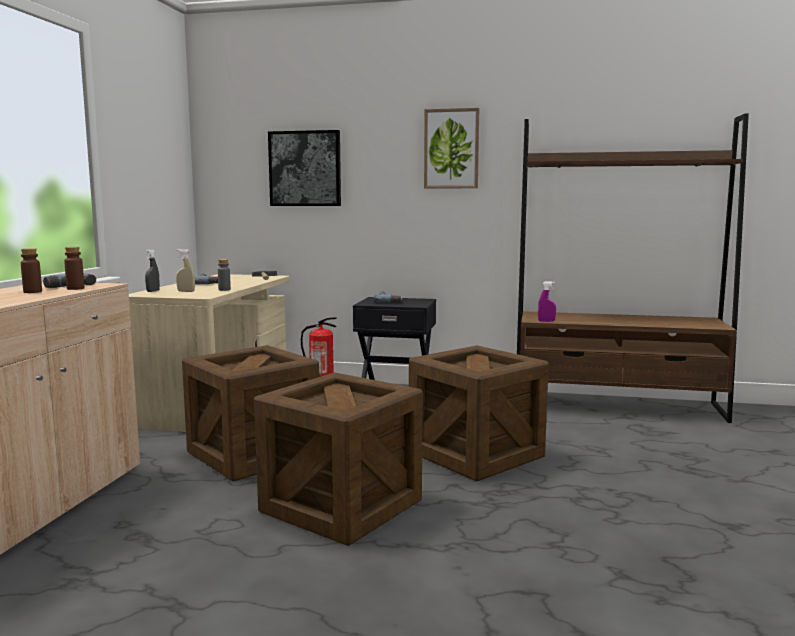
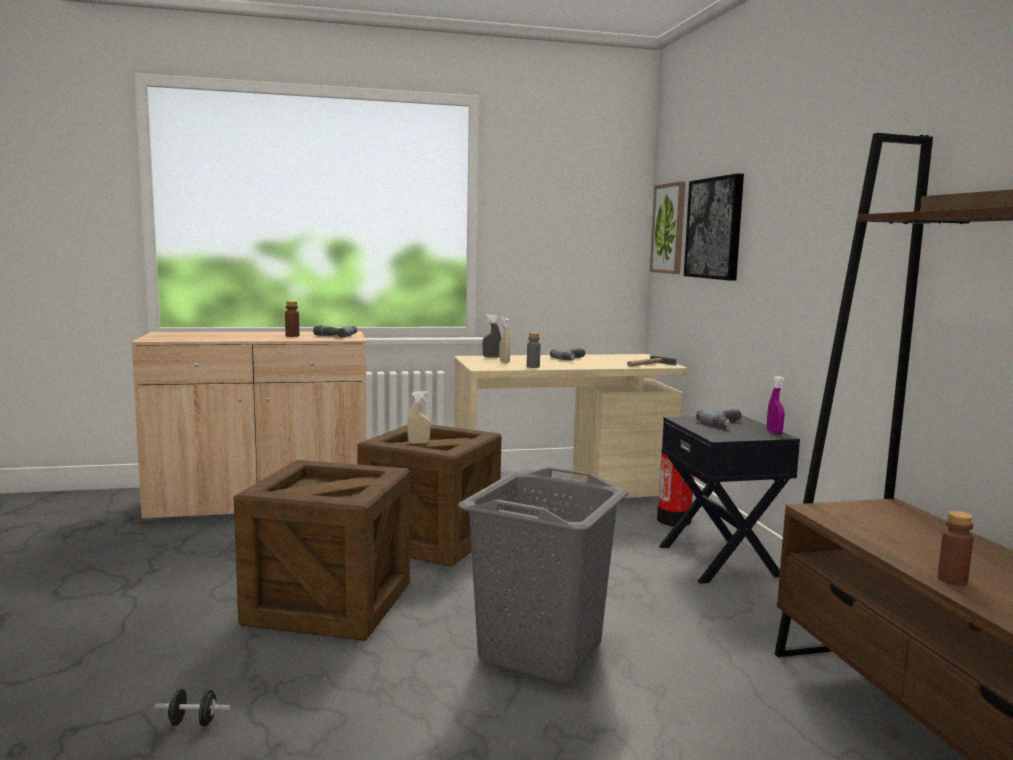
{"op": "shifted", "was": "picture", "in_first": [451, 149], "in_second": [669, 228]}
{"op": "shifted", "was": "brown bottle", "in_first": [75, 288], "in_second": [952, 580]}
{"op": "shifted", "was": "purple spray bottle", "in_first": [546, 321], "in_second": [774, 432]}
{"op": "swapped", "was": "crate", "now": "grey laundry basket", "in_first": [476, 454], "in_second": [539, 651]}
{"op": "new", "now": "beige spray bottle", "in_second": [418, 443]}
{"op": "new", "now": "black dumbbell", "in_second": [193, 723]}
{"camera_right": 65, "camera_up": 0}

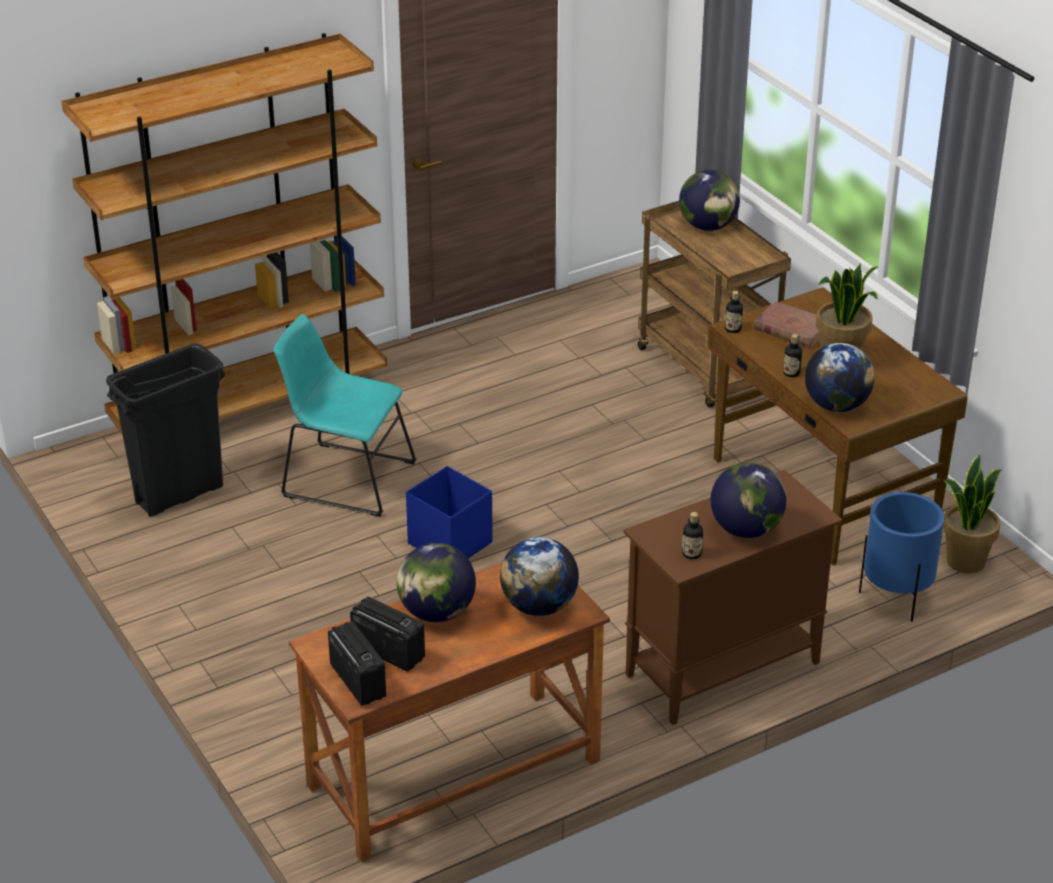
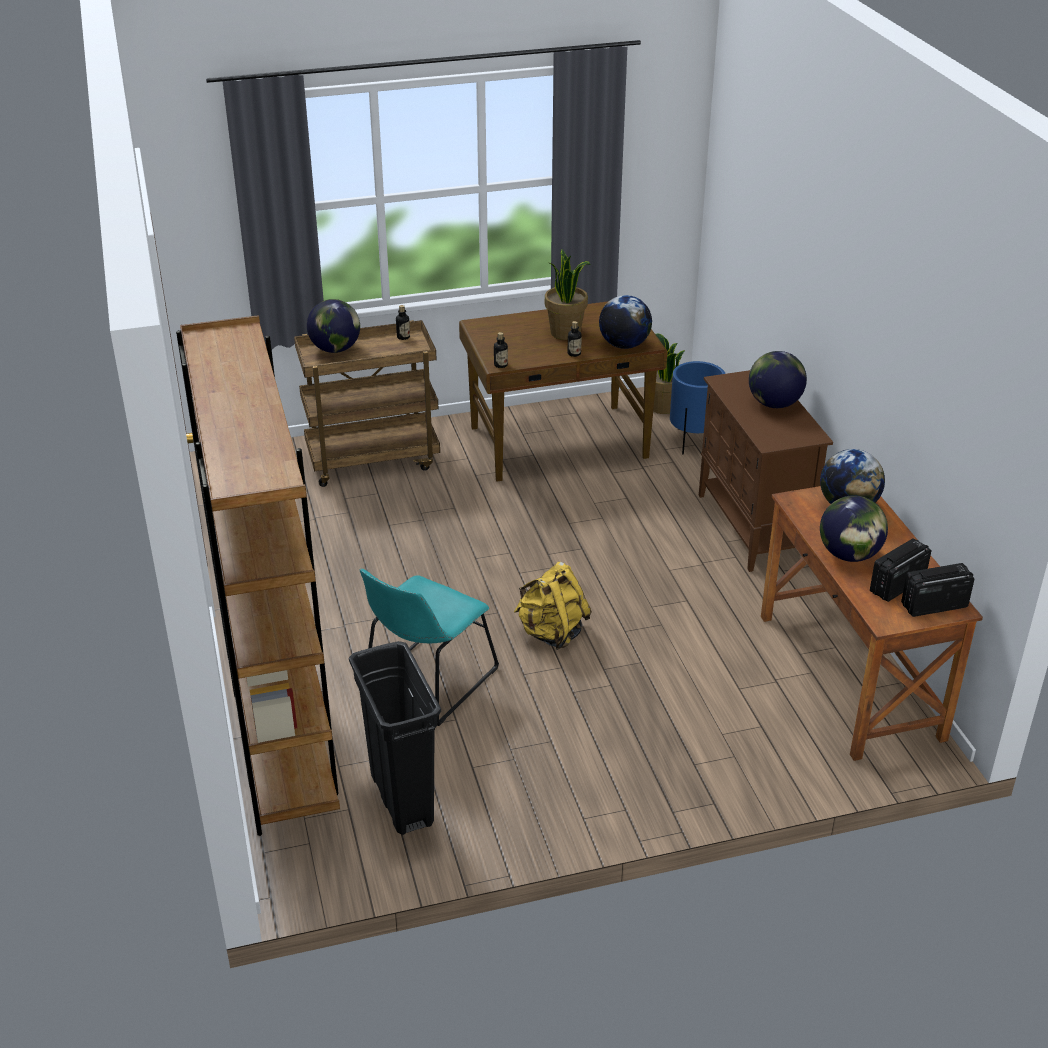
{"op": "gone", "was": "brown book", "in_first": [791, 328]}
{"op": "swapped", "was": "blue storage box", "now": "yellow backpack", "in_first": [449, 542], "in_second": [552, 633]}
{"op": "shifted", "was": "bottle", "in_first": [691, 554], "in_second": [403, 337]}
{"camera_right": -75, "camera_up": 0}

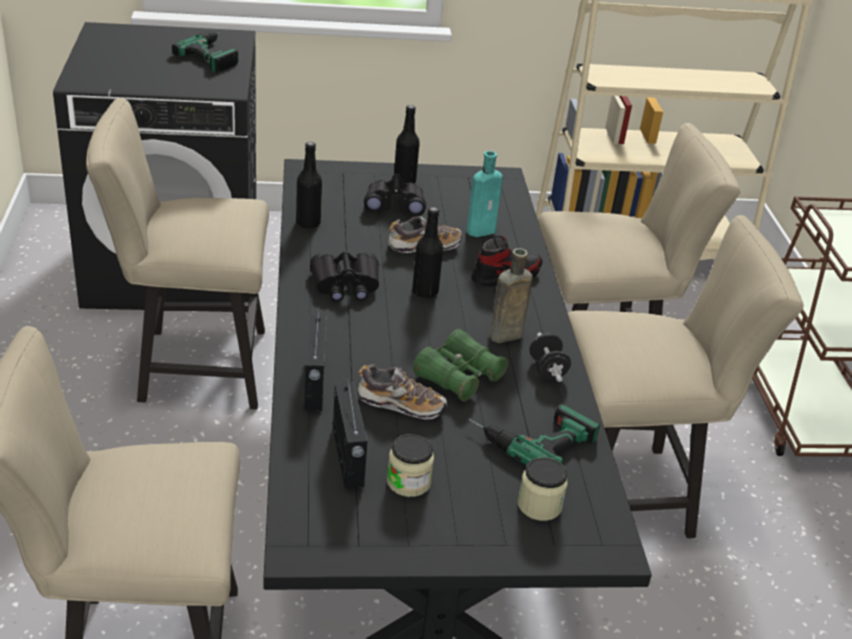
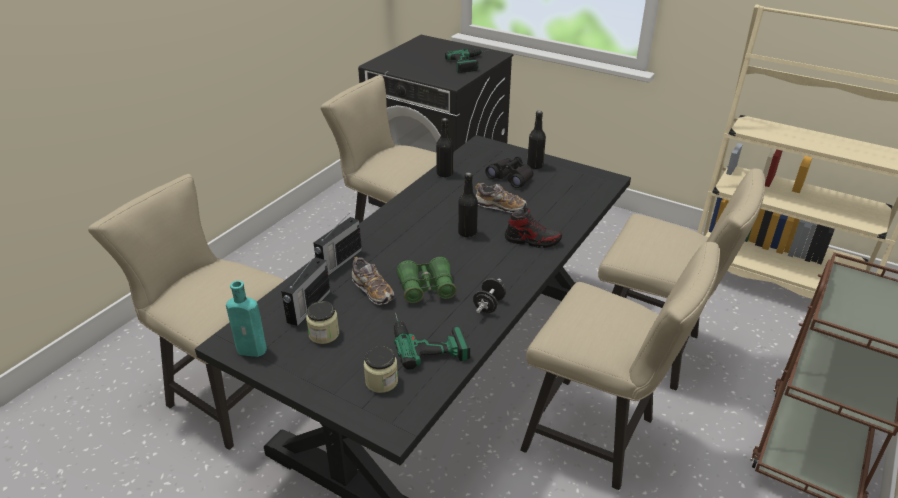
{"op": "shifted", "was": "turquoise bottle", "in_first": [483, 230], "in_second": [253, 350]}
{"op": "gone", "was": "brown bottle", "in_first": [503, 336]}
{"op": "gone", "was": "black binoculars", "in_first": [345, 285]}
{"camera_right": 40, "camera_up": 0}

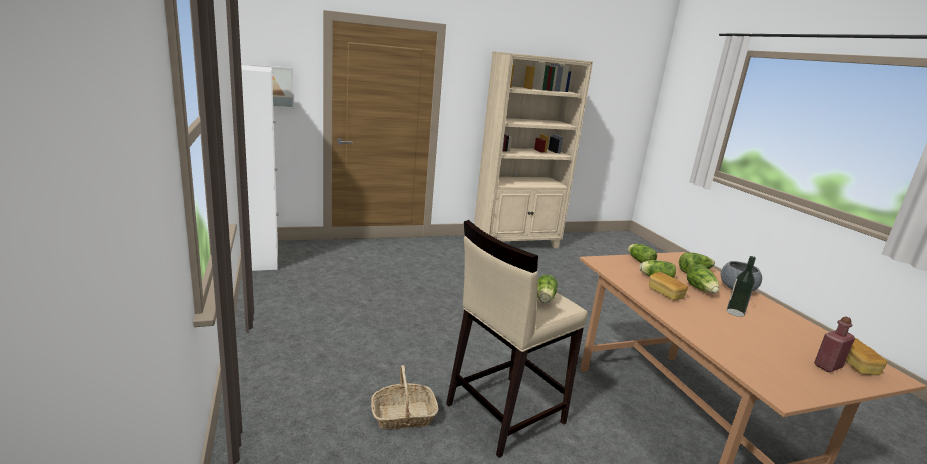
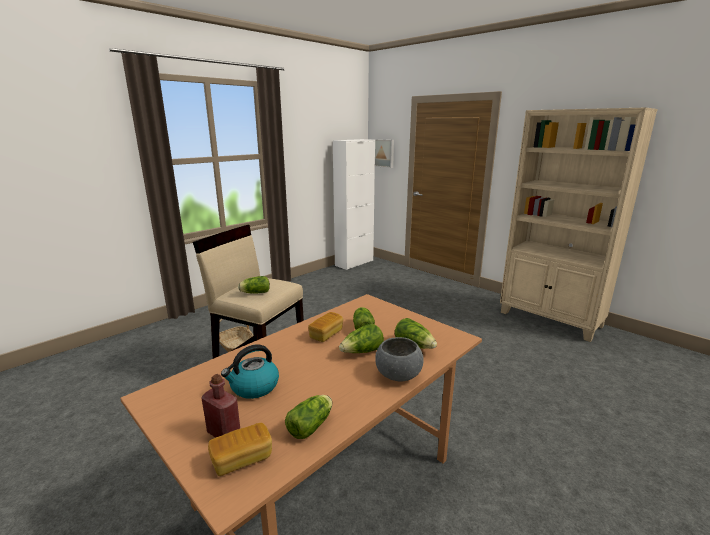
{"op": "shifted", "was": "lettuce", "in_first": [639, 260], "in_second": [312, 425]}
{"op": "gone", "was": "bottle", "in_first": [735, 312]}
{"op": "new", "now": "kettle", "in_second": [254, 387]}
{"camera_right": 65, "camera_up": 0}

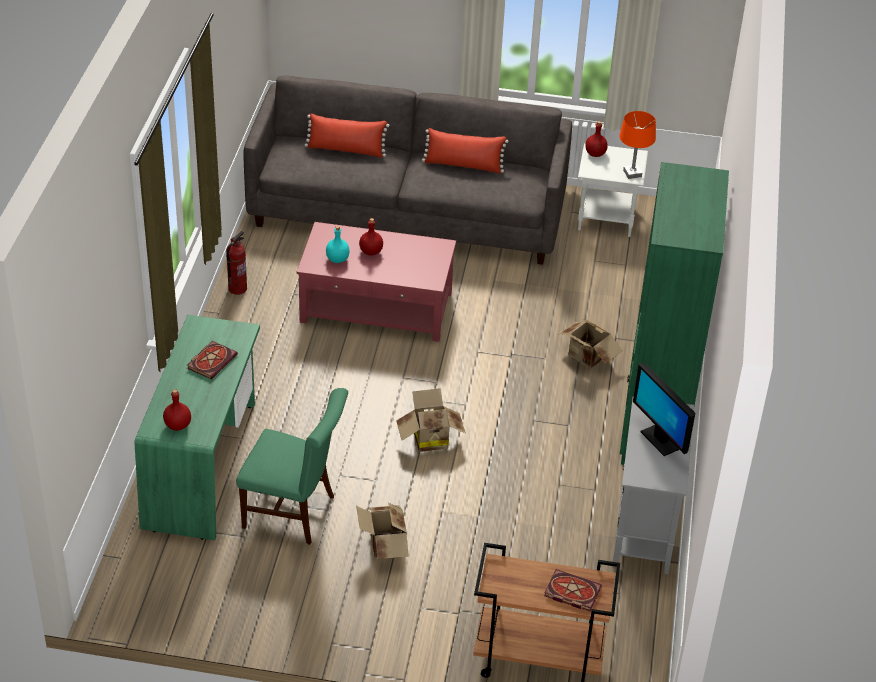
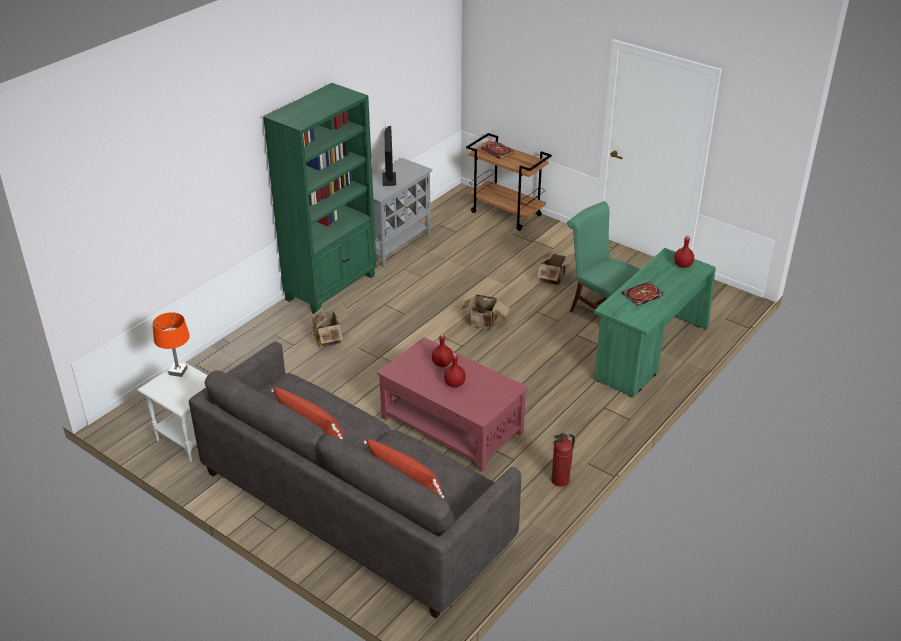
{"op": "shifted", "was": "red bottle", "in_first": [595, 153], "in_second": [442, 364]}
{"op": "gone", "was": "turquoise bottle", "in_first": [337, 259]}
{"camera_right": -150, "camera_up": -5}

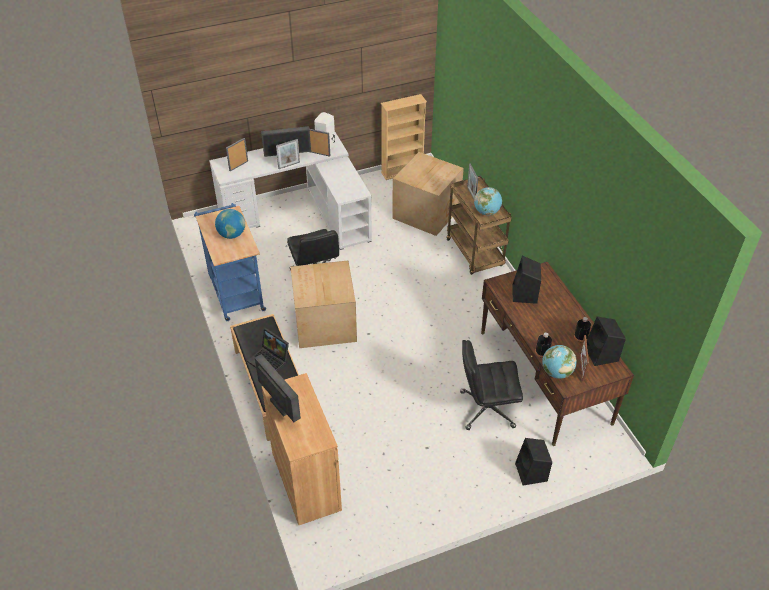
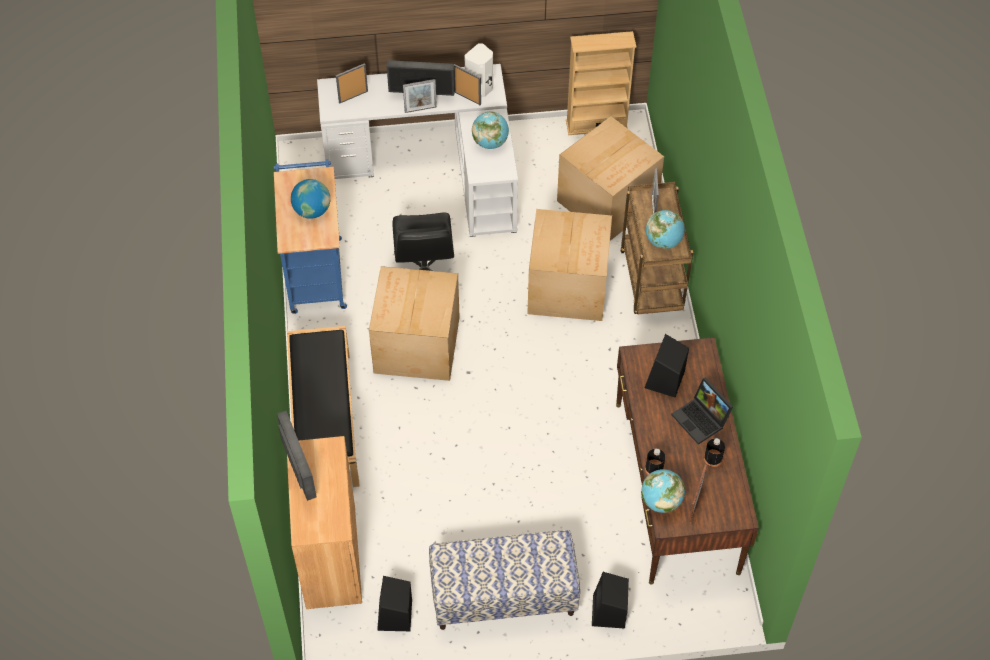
{"op": "shifted", "was": "black speaker", "in_first": [602, 354], "in_second": [395, 616]}
{"op": "shifted", "was": "laptop", "in_first": [270, 360], "in_second": [701, 420]}
{"op": "gone", "was": "black office chair", "in_first": [486, 409]}
{"op": "new", "now": "globe", "in_second": [490, 142]}
{"op": "new", "now": "cardboard box", "in_second": [569, 286]}
{"op": "new", "now": "bench", "in_second": [503, 596]}
{"camera_right": 15, "camera_up": 10}

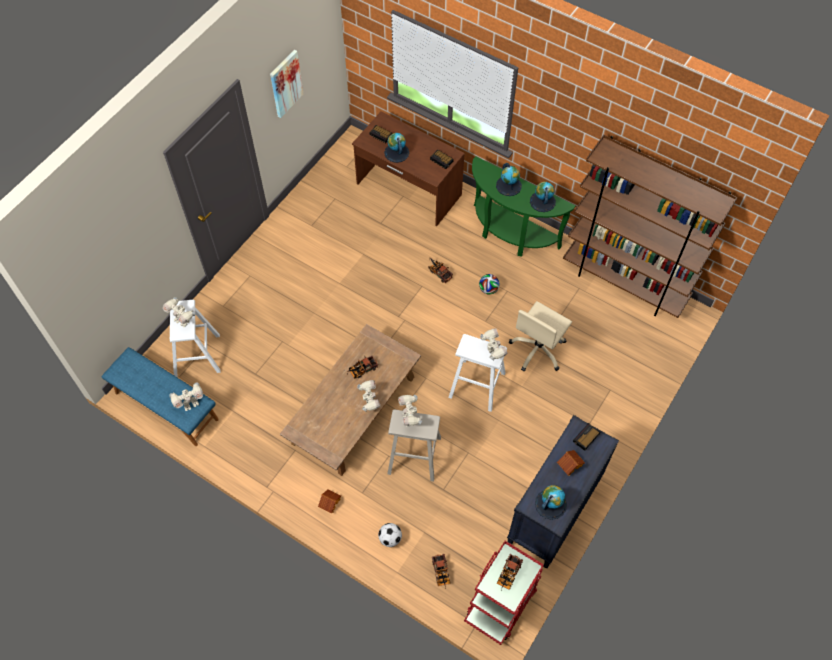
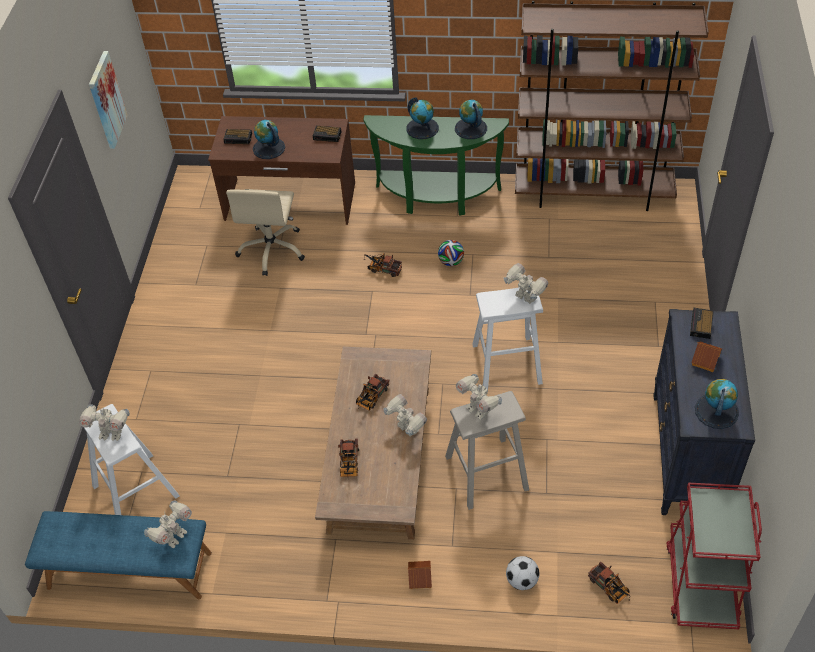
{"op": "shifted", "was": "beige office chair", "in_first": [538, 349], "in_second": [272, 250]}
{"op": "shifted", "was": "toy truck", "in_first": [508, 575], "in_second": [349, 464]}
{"camera_right": -25, "camera_up": -10}

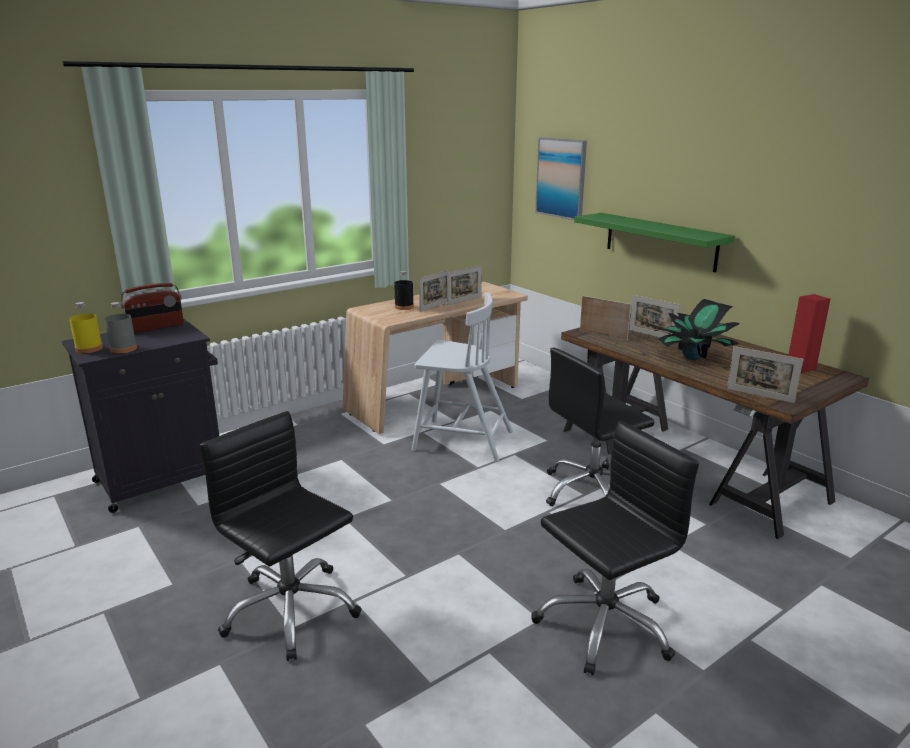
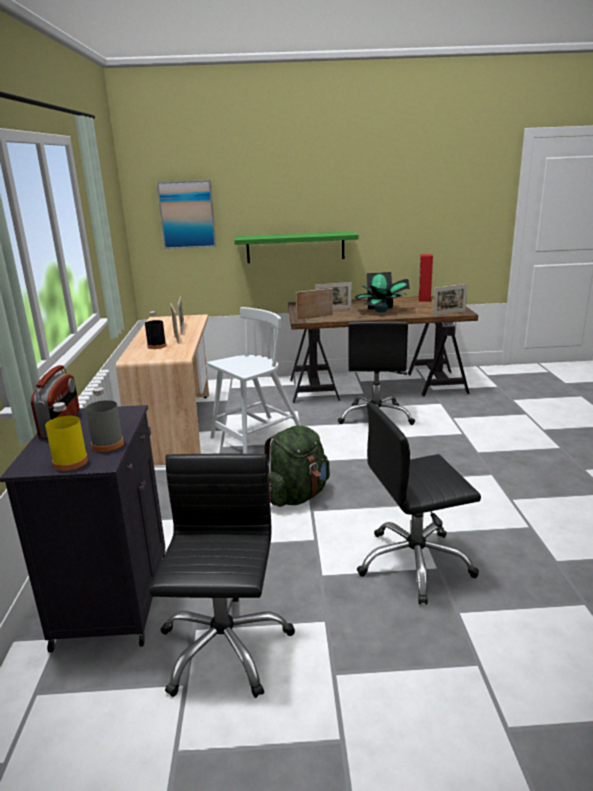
{"op": "shifted", "was": "black office chair", "in_first": [604, 624], "in_second": [224, 647]}
{"op": "new", "now": "green backpack", "in_second": [297, 496]}
{"camera_right": -55, "camera_up": 0}

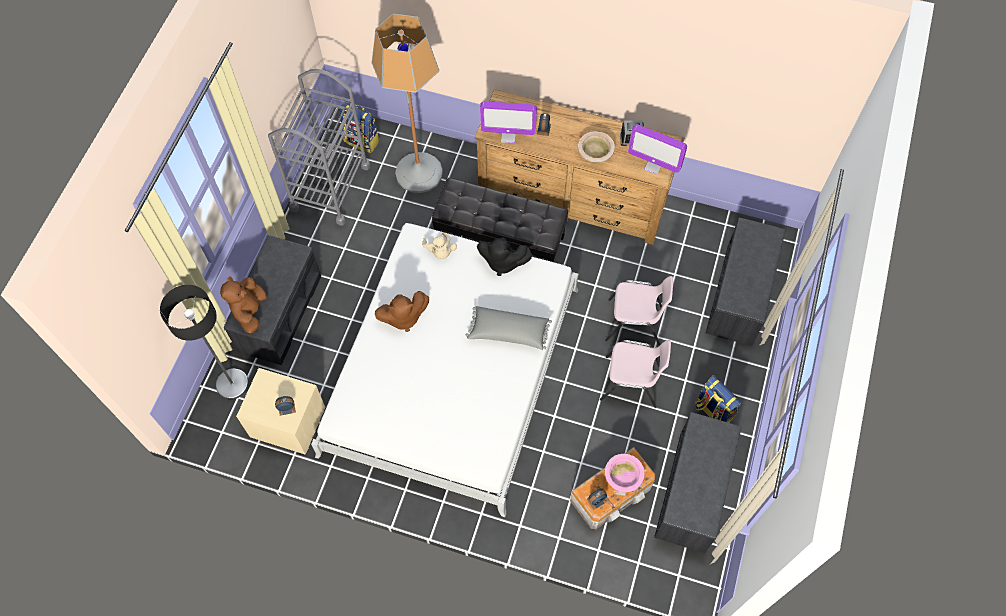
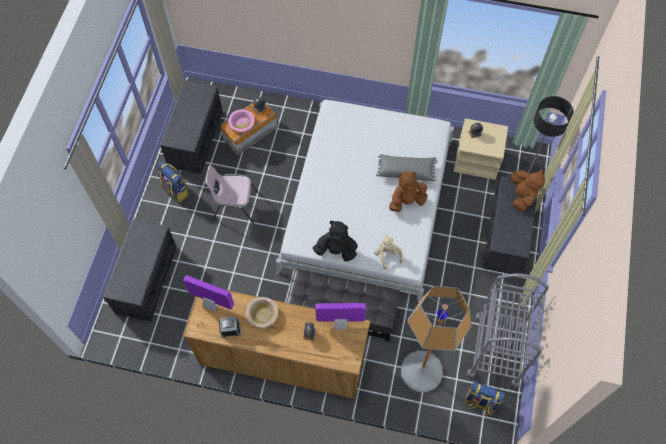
{"op": "gone", "was": "pink chair", "in_first": [635, 323]}
{"op": "shifted", "was": "grey pillow", "in_first": [508, 333], "in_second": [406, 171]}
{"camera_right": 175, "camera_up": 0}

